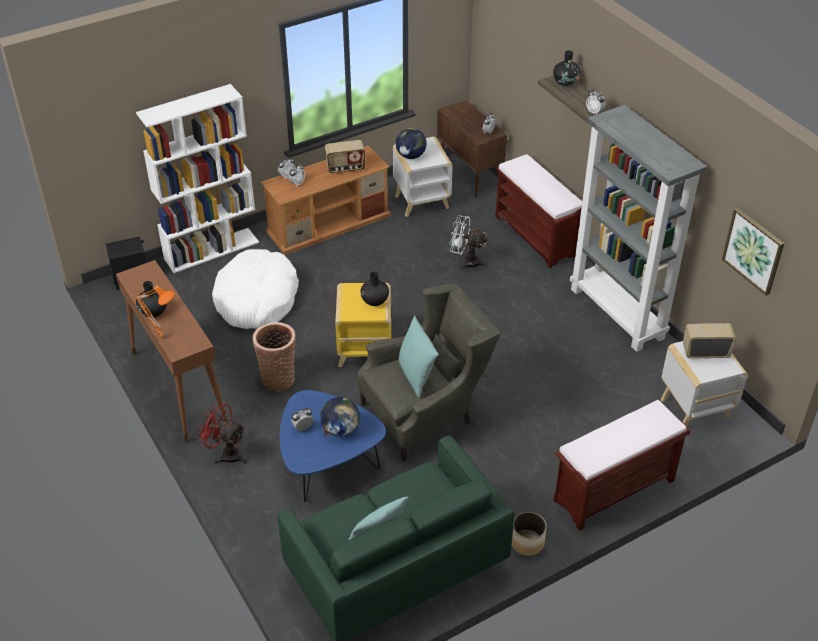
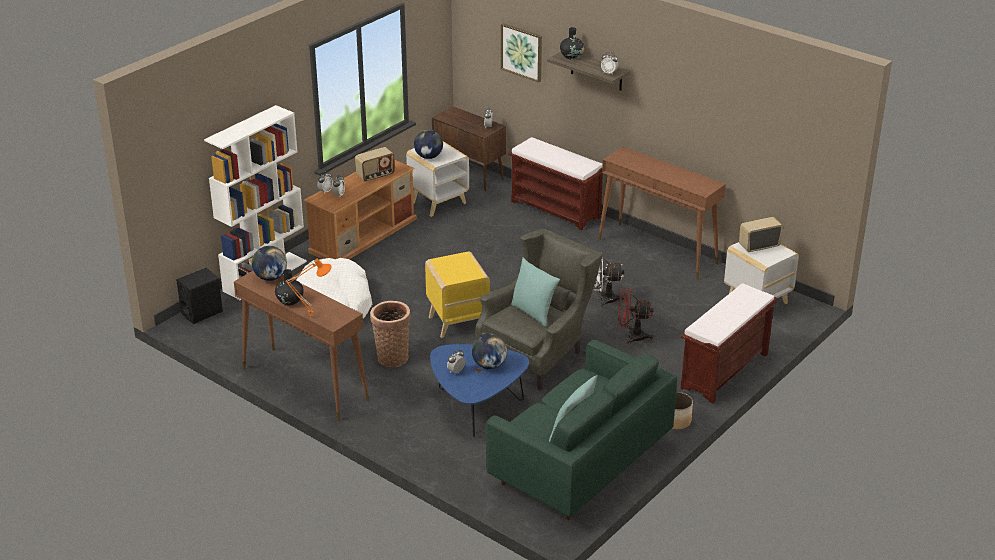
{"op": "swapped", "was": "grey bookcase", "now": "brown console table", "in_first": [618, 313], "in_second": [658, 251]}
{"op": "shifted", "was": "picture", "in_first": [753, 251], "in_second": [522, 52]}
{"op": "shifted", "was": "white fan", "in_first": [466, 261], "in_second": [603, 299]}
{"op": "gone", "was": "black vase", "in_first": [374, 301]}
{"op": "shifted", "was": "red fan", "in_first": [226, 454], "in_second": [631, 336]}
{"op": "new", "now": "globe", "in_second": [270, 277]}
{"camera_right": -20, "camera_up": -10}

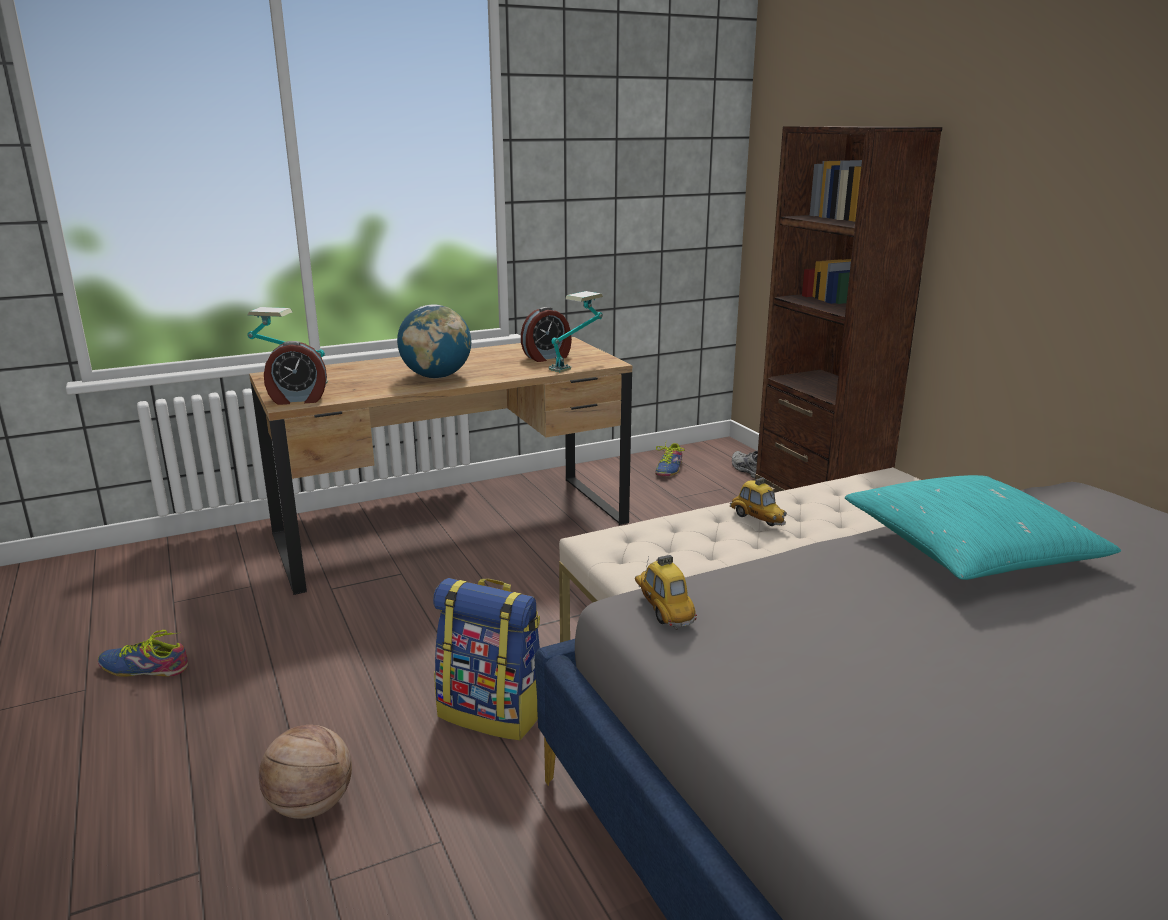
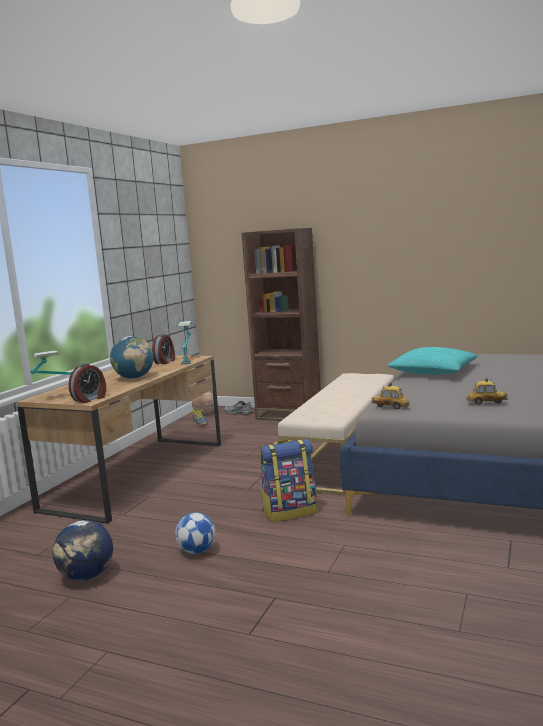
{"op": "shifted", "was": "toy car", "in_first": [757, 519], "in_second": [486, 403]}
{"op": "swapped", "was": "shoe", "now": "globe", "in_first": [144, 668], "in_second": [87, 576]}
{"op": "shifted", "was": "basketball", "in_first": [310, 805], "in_second": [205, 414]}
{"op": "new", "now": "football", "in_second": [197, 551]}
{"camera_right": -40, "camera_up": -10}

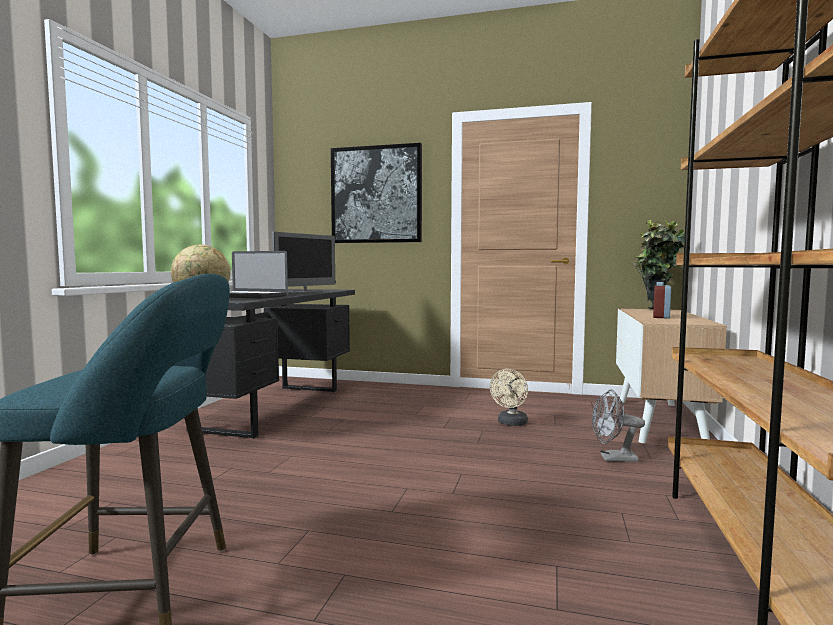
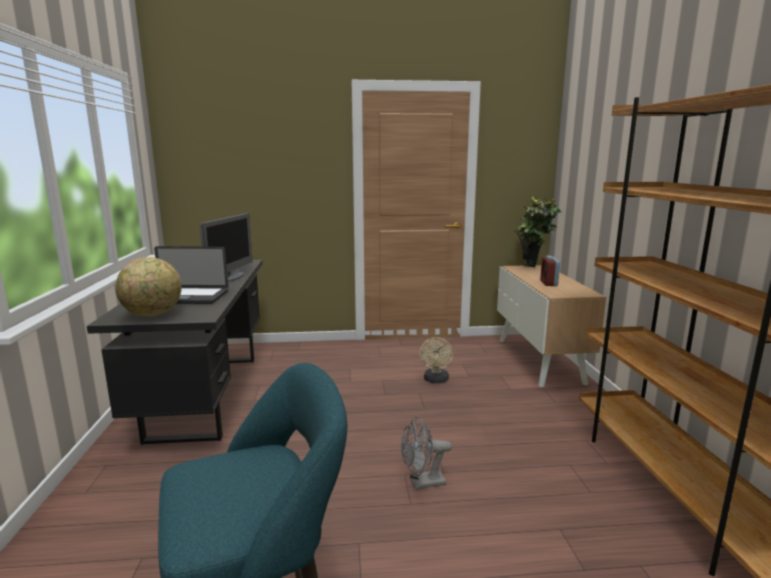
{"op": "gone", "was": "picture", "in_first": [376, 195]}
{"op": "shifted", "was": "grey fan", "in_first": [613, 458], "in_second": [422, 483]}
{"camera_right": -20, "camera_up": 10}

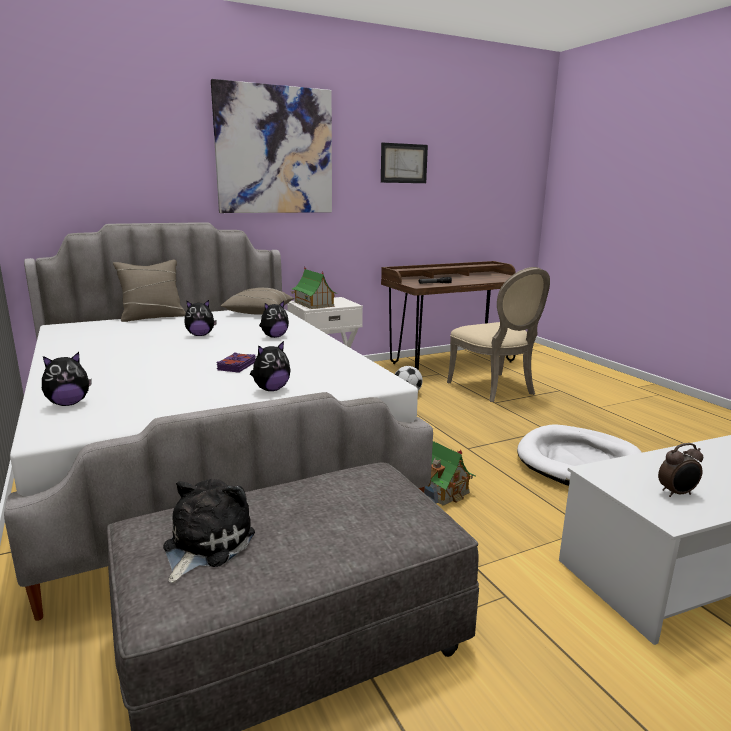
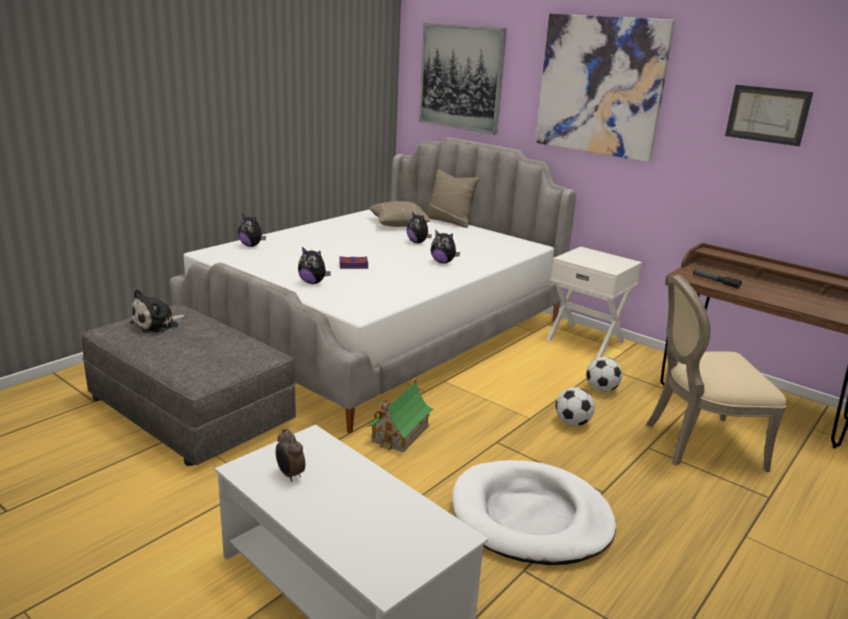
{"op": "gone", "was": "toy house", "in_first": [314, 304]}
{"op": "rotated", "was": "beige chair", "in_first": [495, 389], "in_second": [697, 443], "clockwise": 45}
{"op": "shifted", "was": "beige pillow", "in_first": [258, 312], "in_second": [398, 224]}
{"op": "rotated", "was": "plush toy", "in_first": [205, 544], "in_second": [157, 324], "clockwise": 135}
{"op": "new", "now": "picture", "in_second": [461, 78]}
{"op": "new", "now": "football", "in_second": [572, 423]}
{"camera_right": 65, "camera_up": 5}

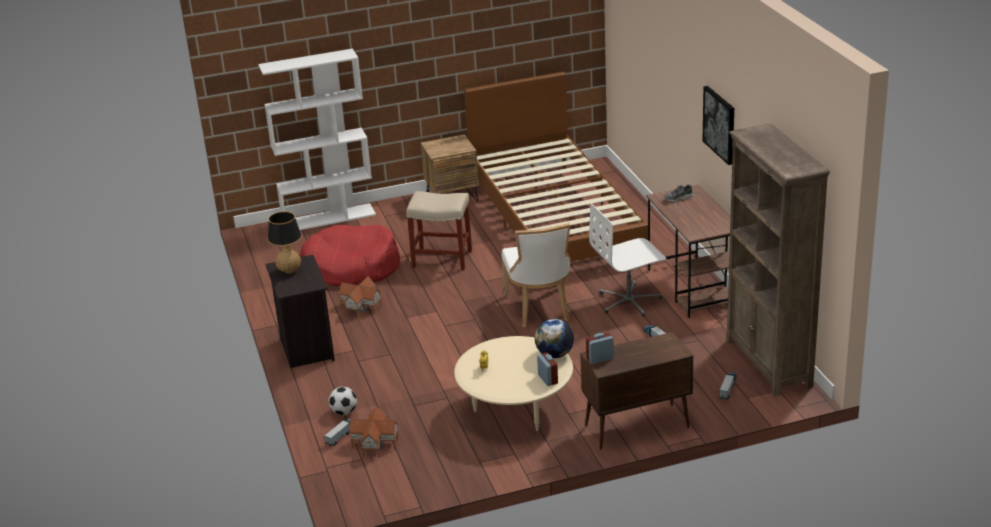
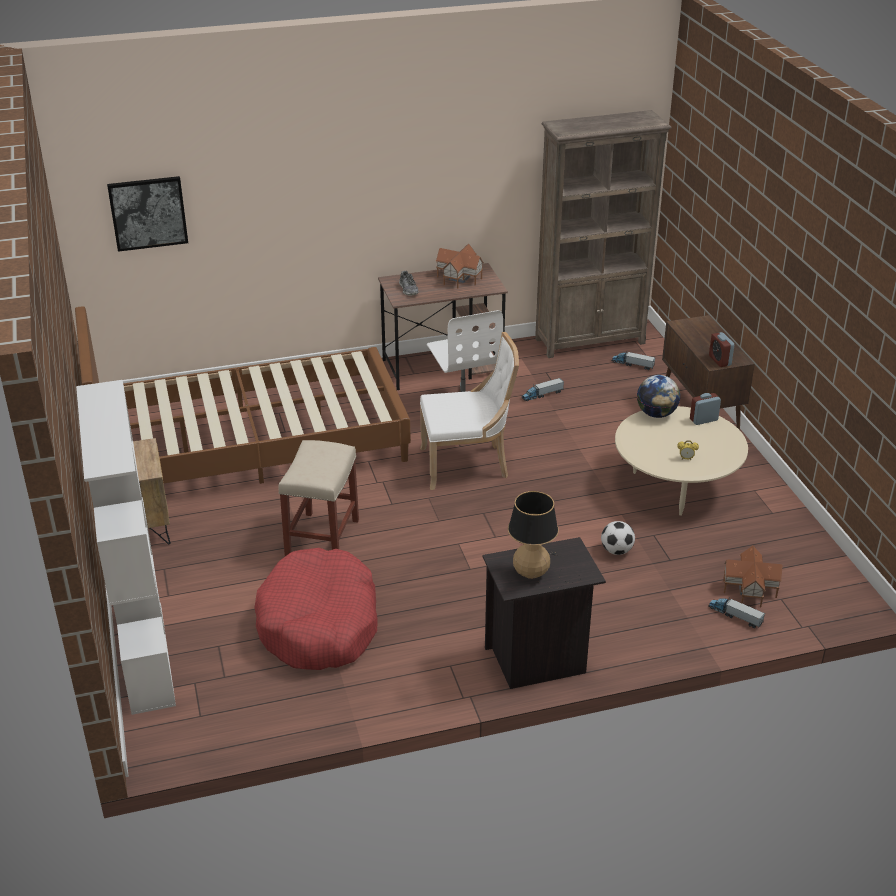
{"op": "shifted", "was": "picture", "in_first": [720, 124], "in_second": [148, 213]}
{"op": "shifted", "was": "toy house", "in_first": [362, 307], "in_second": [459, 277]}
{"op": "shifted", "was": "football", "in_first": [344, 412], "in_second": [616, 551]}
{"camera_right": -90, "camera_up": 5}

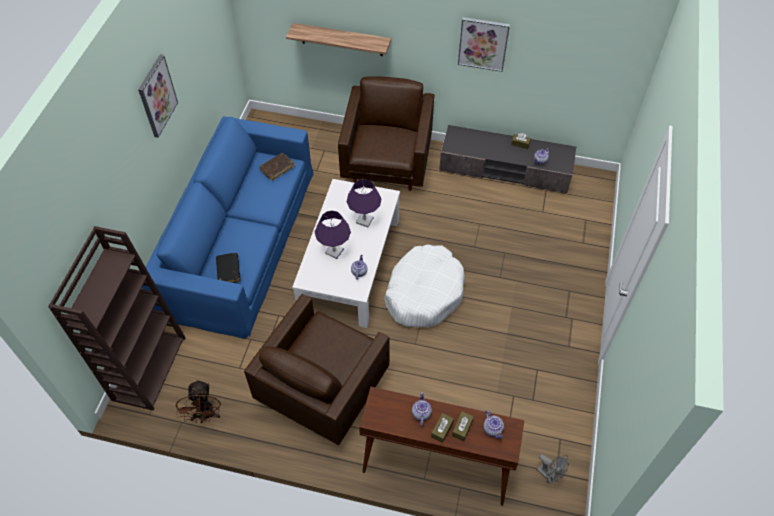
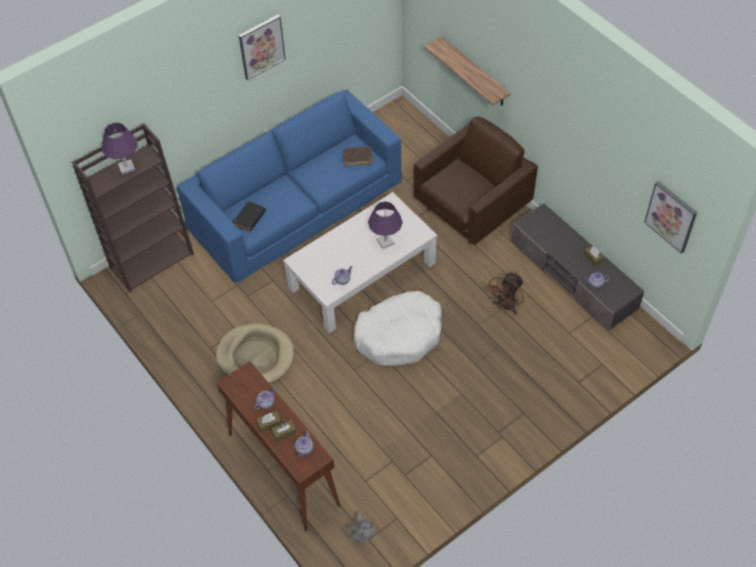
{"op": "shifted", "was": "picture", "in_first": [483, 43], "in_second": [671, 216]}
{"op": "shifted", "was": "purple table lamp", "in_first": [334, 251], "in_second": [126, 167]}
{"op": "swapped", "was": "brown armchair", "now": "beige dog bed", "in_first": [323, 388], "in_second": [256, 356]}
{"op": "shifted", "was": "brown fan", "in_first": [205, 416], "in_second": [505, 307]}
{"camera_right": 40, "camera_up": 0}

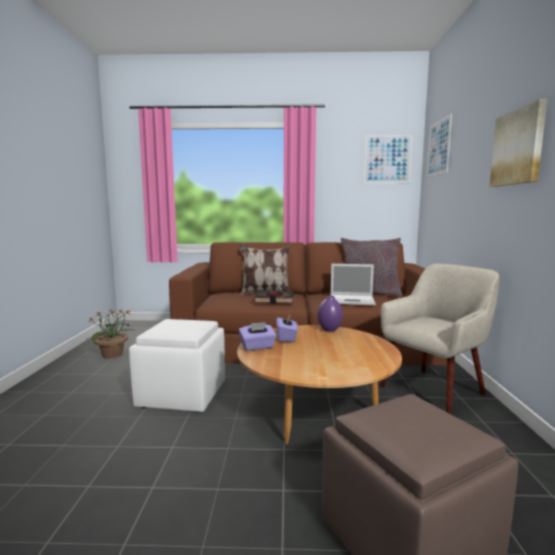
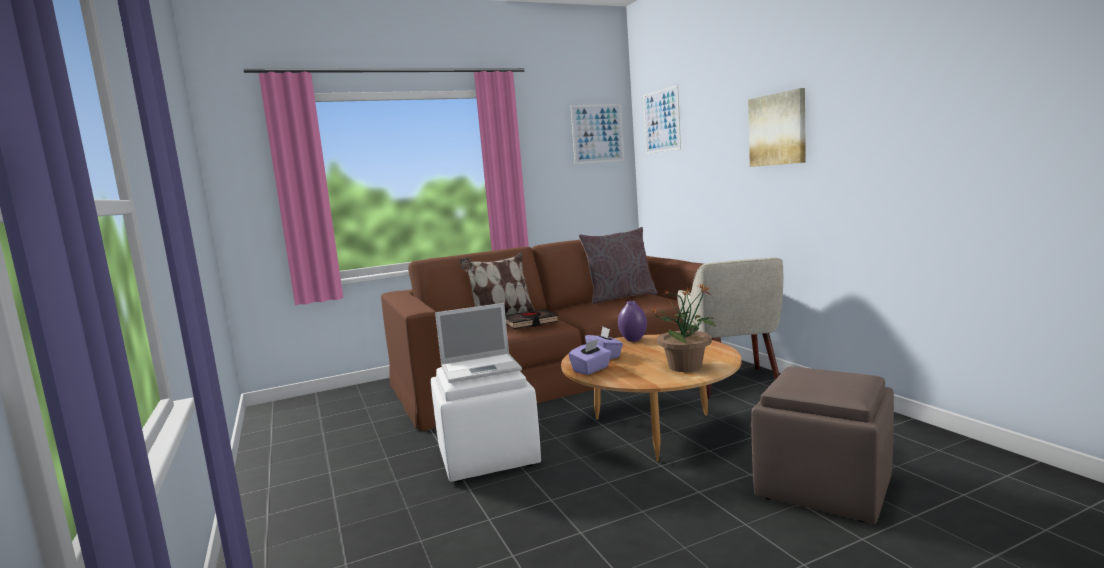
{"op": "shifted", "was": "laptop", "in_first": [352, 300], "in_second": [482, 368]}
{"op": "rotated", "was": "beige armchair", "in_first": [434, 390], "in_second": [732, 383], "clockwise": 150}
{"op": "shifted", "was": "potted plant", "in_first": [113, 354], "in_second": [686, 366]}
{"camera_right": -25, "camera_up": 0}

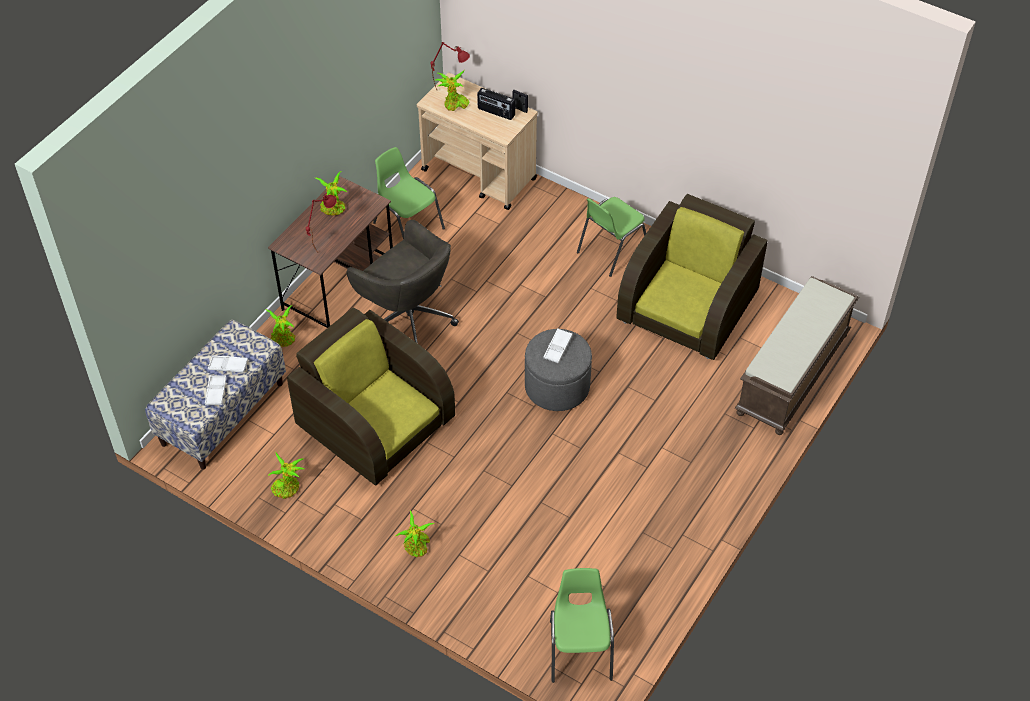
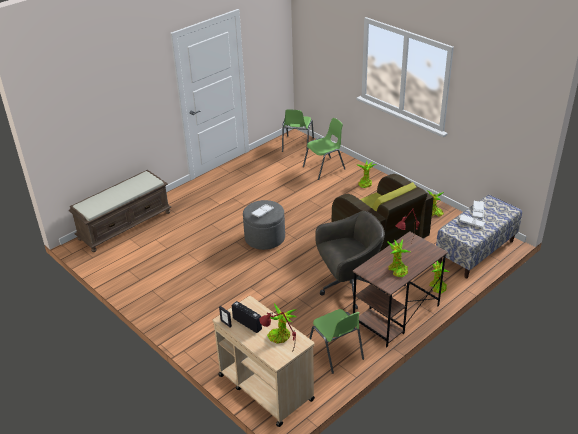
{"op": "gone", "was": "brown armchair", "in_first": [688, 307]}
{"op": "shifted", "was": "green chair", "in_first": [611, 250], "in_second": [325, 168]}
{"op": "rotated", "was": "grey office chair", "in_first": [408, 318], "in_second": [349, 287], "clockwise": 105}
{"camera_right": -165, "camera_up": -15}

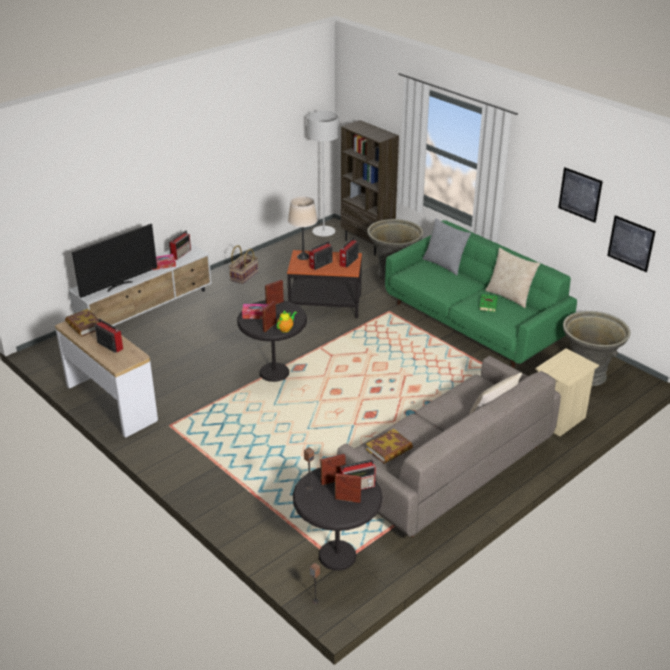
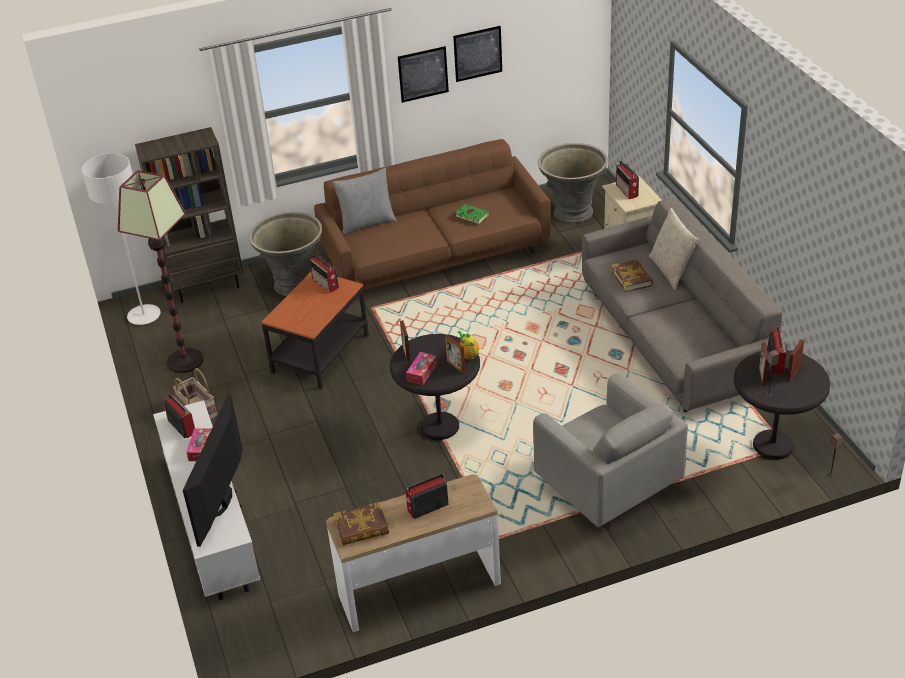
{"op": "gone", "was": "beige table lamp", "in_first": [303, 257]}
{"op": "shifted", "was": "picture", "in_first": [631, 243], "in_second": [423, 74]}
{"op": "repainted", "was": "green sofa", "now": "brown sofa", "in_first": [473, 322], "in_second": [436, 255]}
{"op": "rotated", "was": "television", "in_first": [119, 285], "in_second": [224, 501], "clockwise": -150}
{"op": "shifted", "was": "radio", "in_first": [320, 264], "in_second": [627, 191]}
{"op": "gone", "was": "beige pillow", "in_first": [509, 296]}
{"op": "shifted", "was": "book", "in_first": [389, 449], "in_second": [632, 278]}
{"op": "new", "now": "floor lamp", "in_second": [185, 361]}
{"op": "new", "now": "grey armchair", "in_second": [607, 490]}
{"camera_right": -65, "camera_up": 5}

